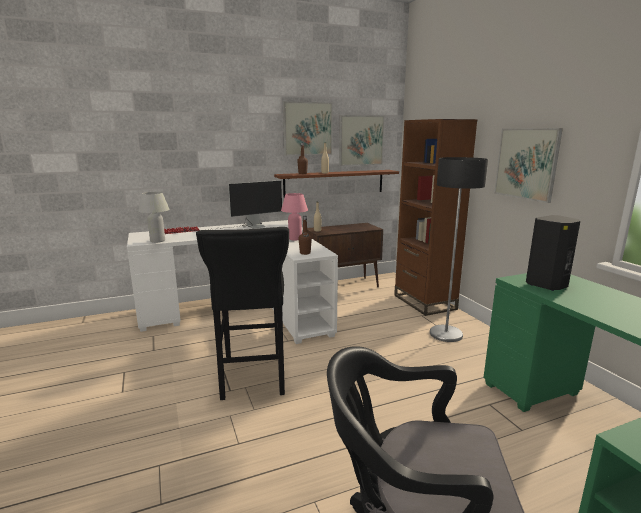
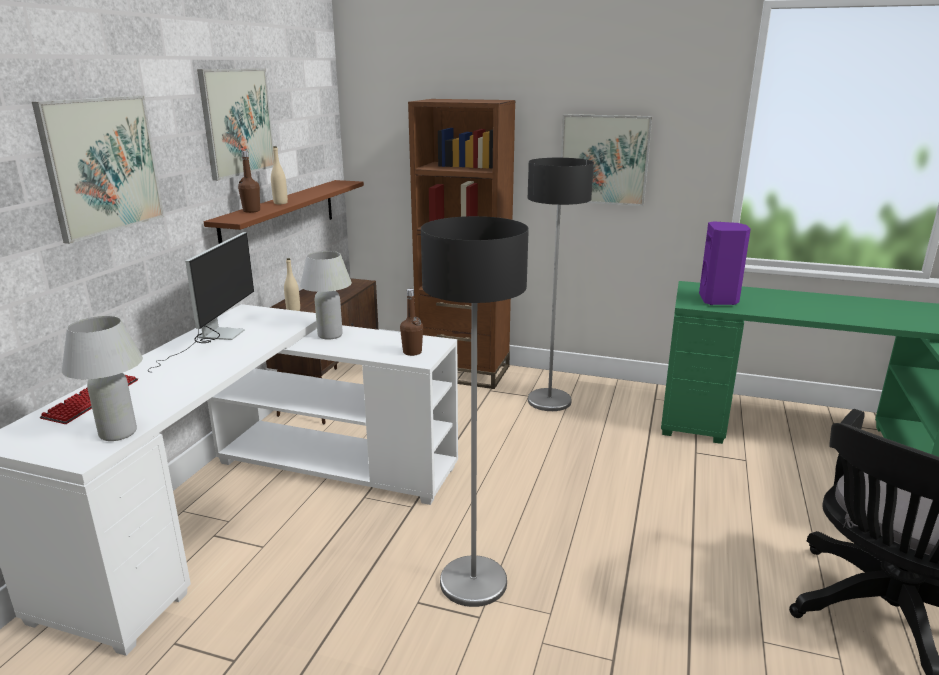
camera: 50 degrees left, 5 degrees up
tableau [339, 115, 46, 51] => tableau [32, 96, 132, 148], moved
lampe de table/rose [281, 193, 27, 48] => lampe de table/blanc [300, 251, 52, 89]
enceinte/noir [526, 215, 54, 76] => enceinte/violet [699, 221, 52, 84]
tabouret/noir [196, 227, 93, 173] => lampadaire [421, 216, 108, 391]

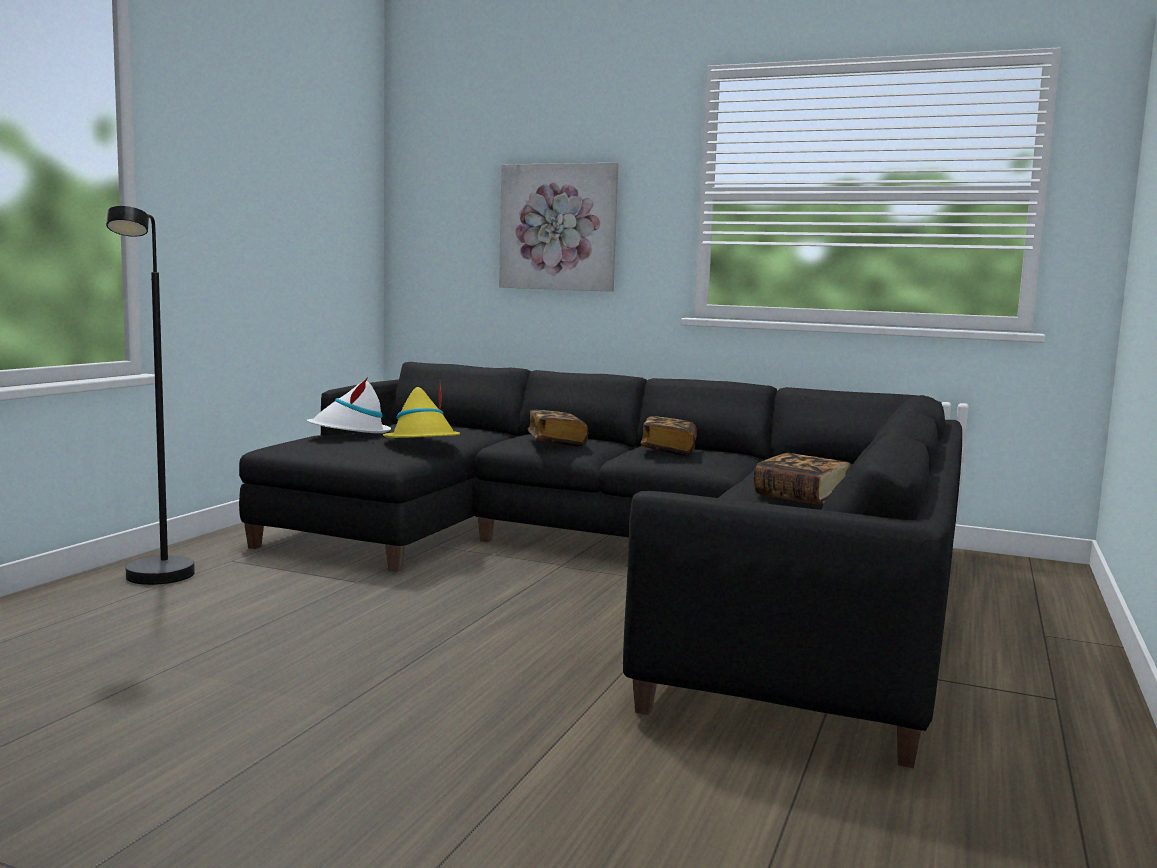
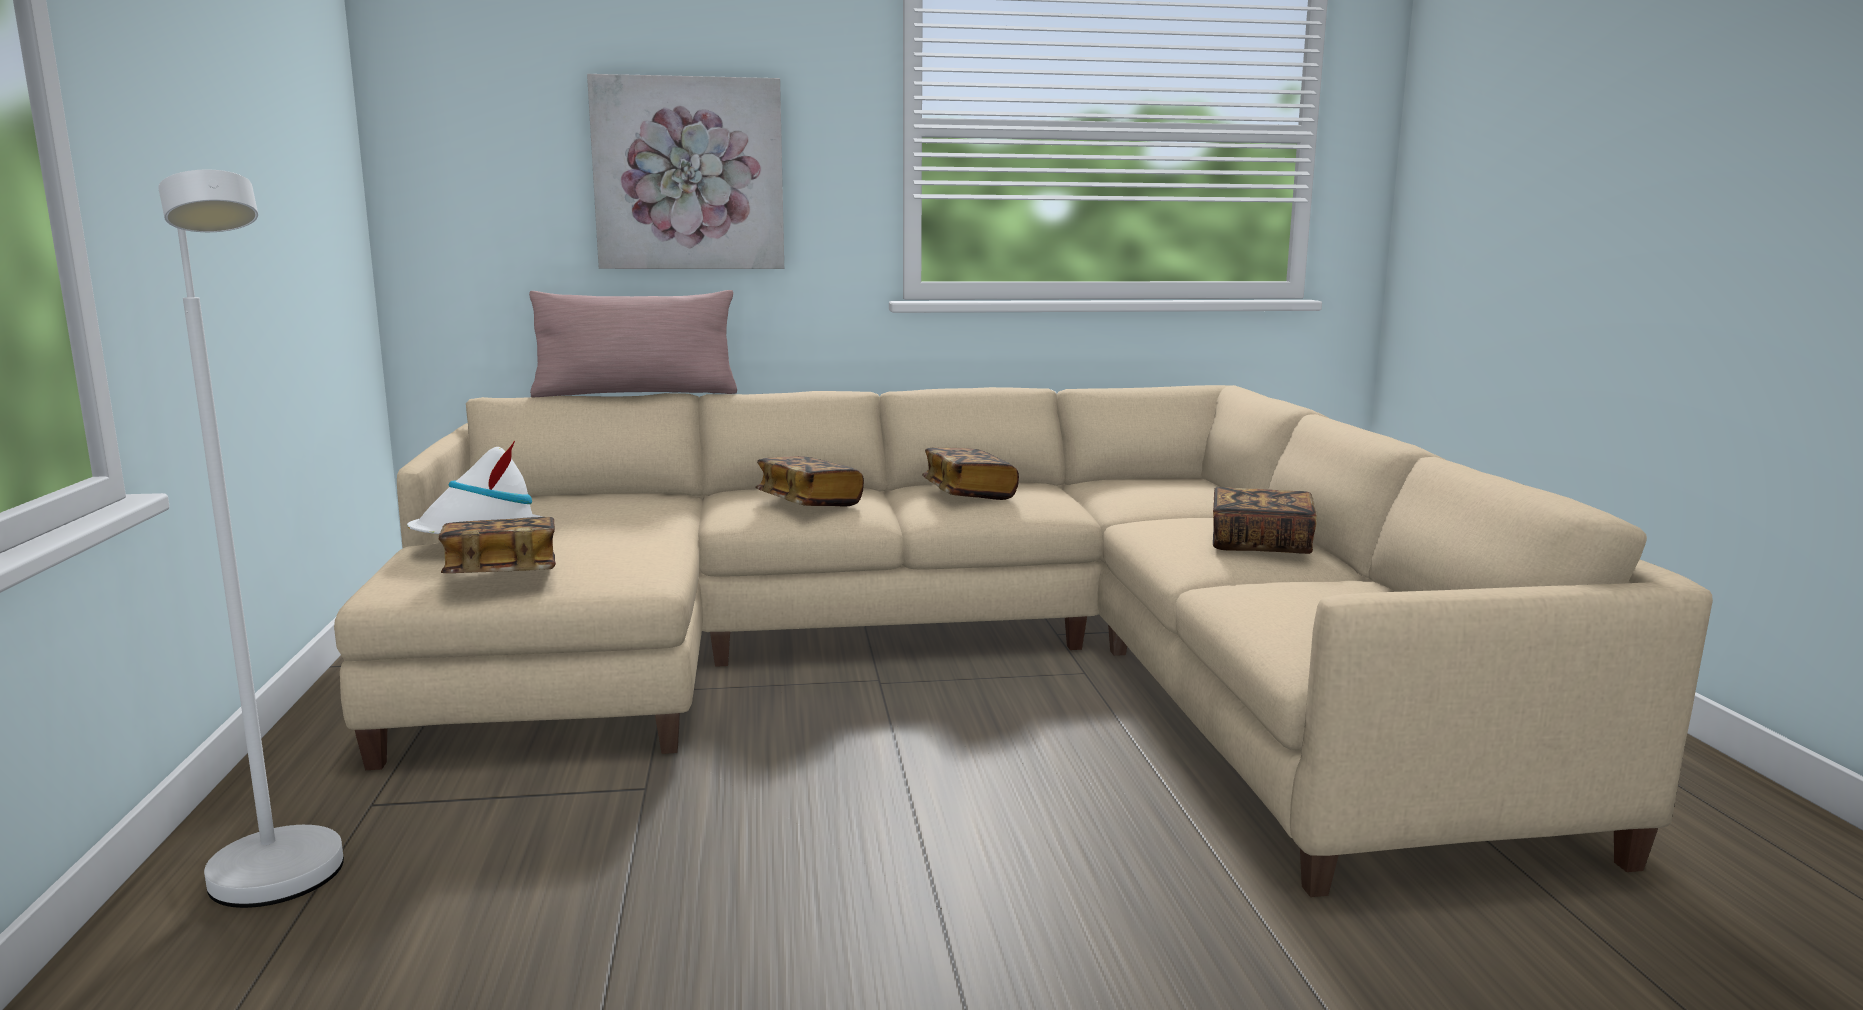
camera: 30 degrees left, 5 degrees up
lampadaire/noir [106, 206, 89, 379] => lampadaire/blanc [158, 170, 186, 738]
canapé/noir [239, 362, 723, 406] => canapé/beige [334, 385, 1379, 512]
chapeau/jaune [383, 383, 77, 55] => nothing
nothing => coussin/rose [529, 290, 208, 107]
nothing => livre [439, 517, 117, 56]

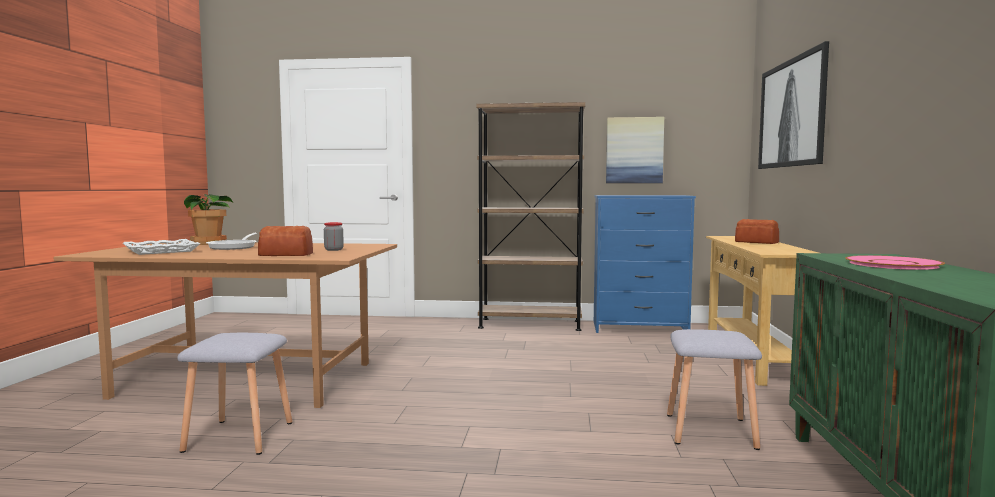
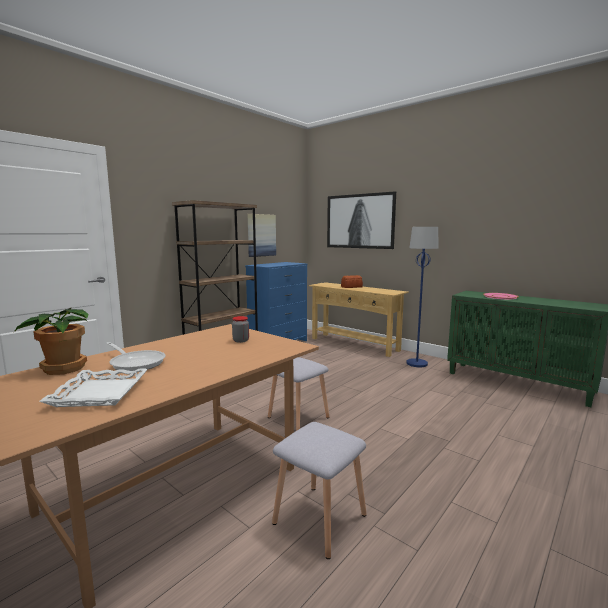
camera: 55 degrees left, 5 degrees up
pain [258, 226, 55, 30] => nothing
tabouret/gris [667, 329, 95, 121] => tabouret/gris [268, 357, 61, 74], moved
nothing => lampadaire/bleu [406, 227, 33, 140]

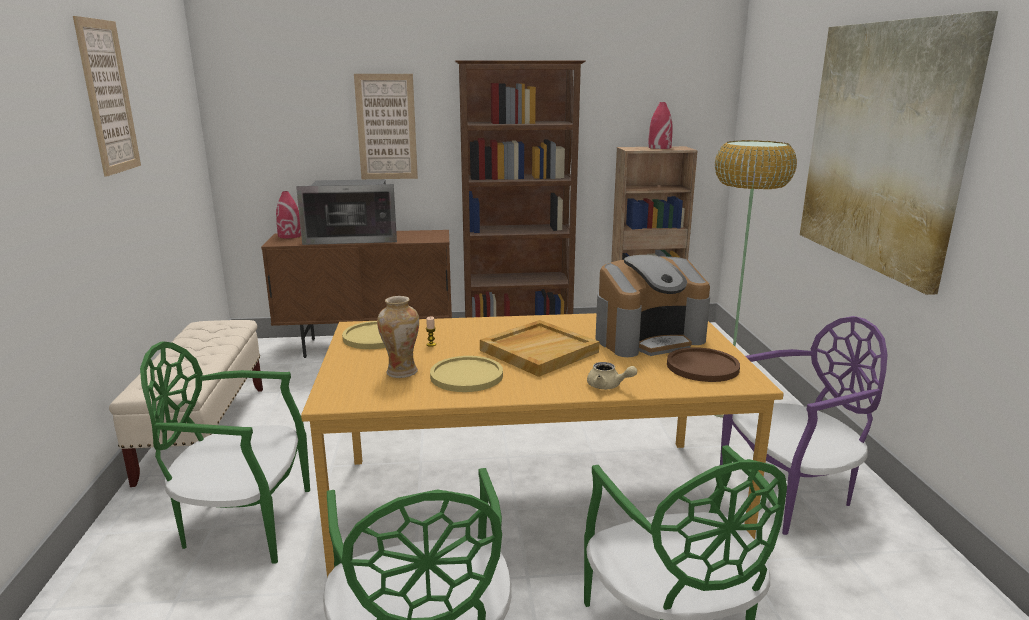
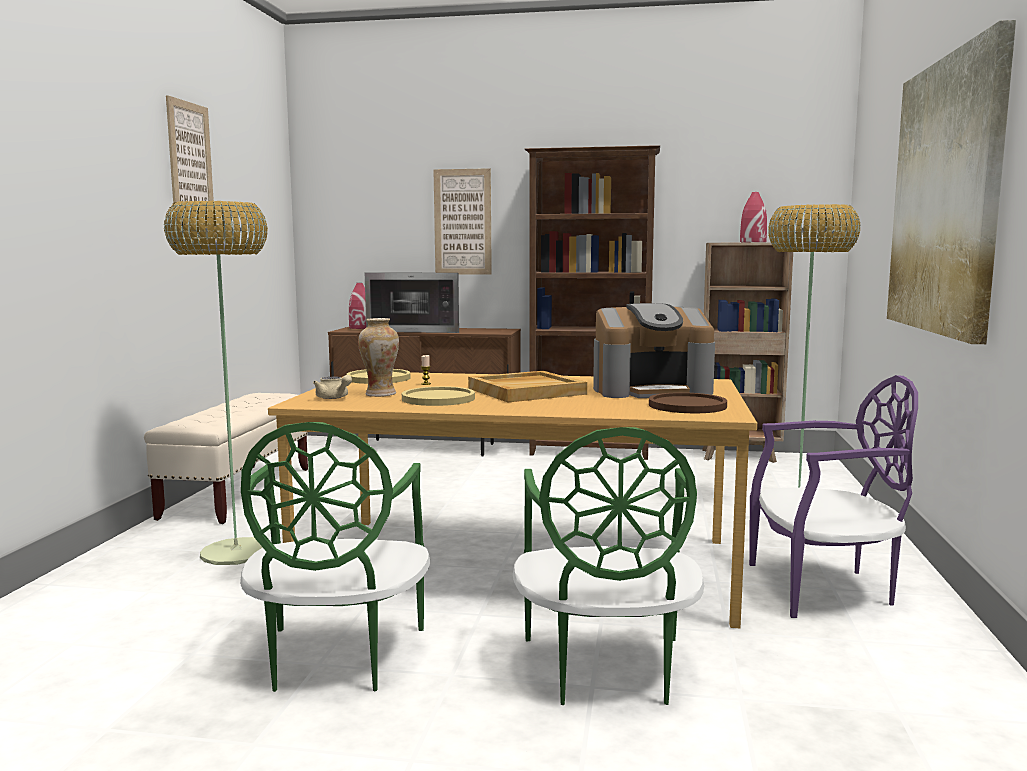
camera: 15 degrees right, 10 degrees down
chaise/vert [140, 342, 170, 222] => lampadaire [164, 200, 104, 365]
théière/beige [587, 362, 50, 27] => théière/beige [313, 375, 39, 24], moved

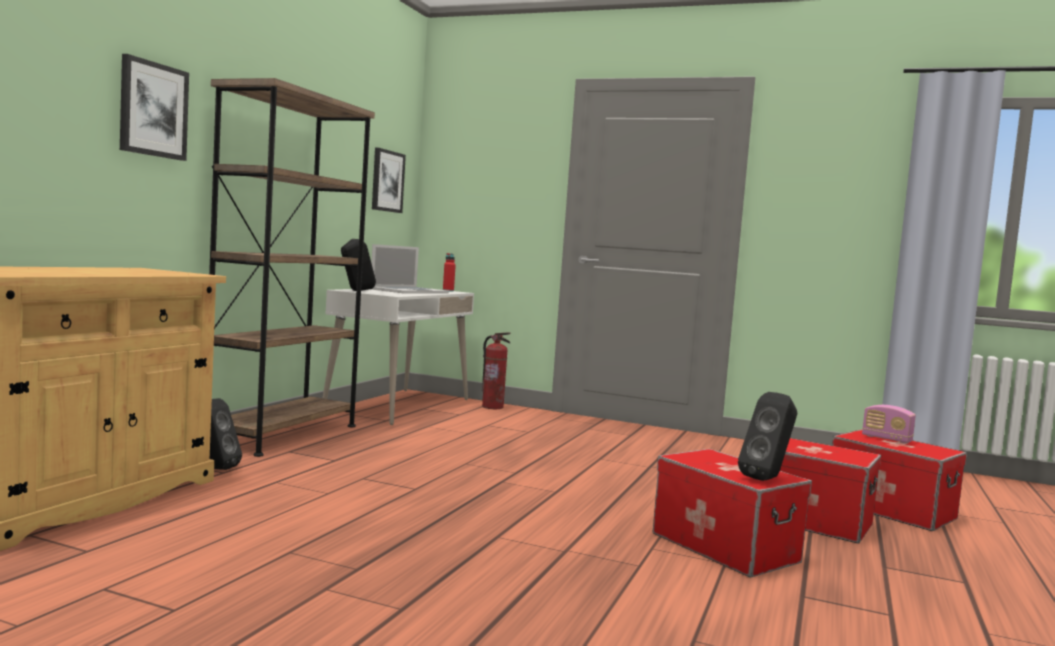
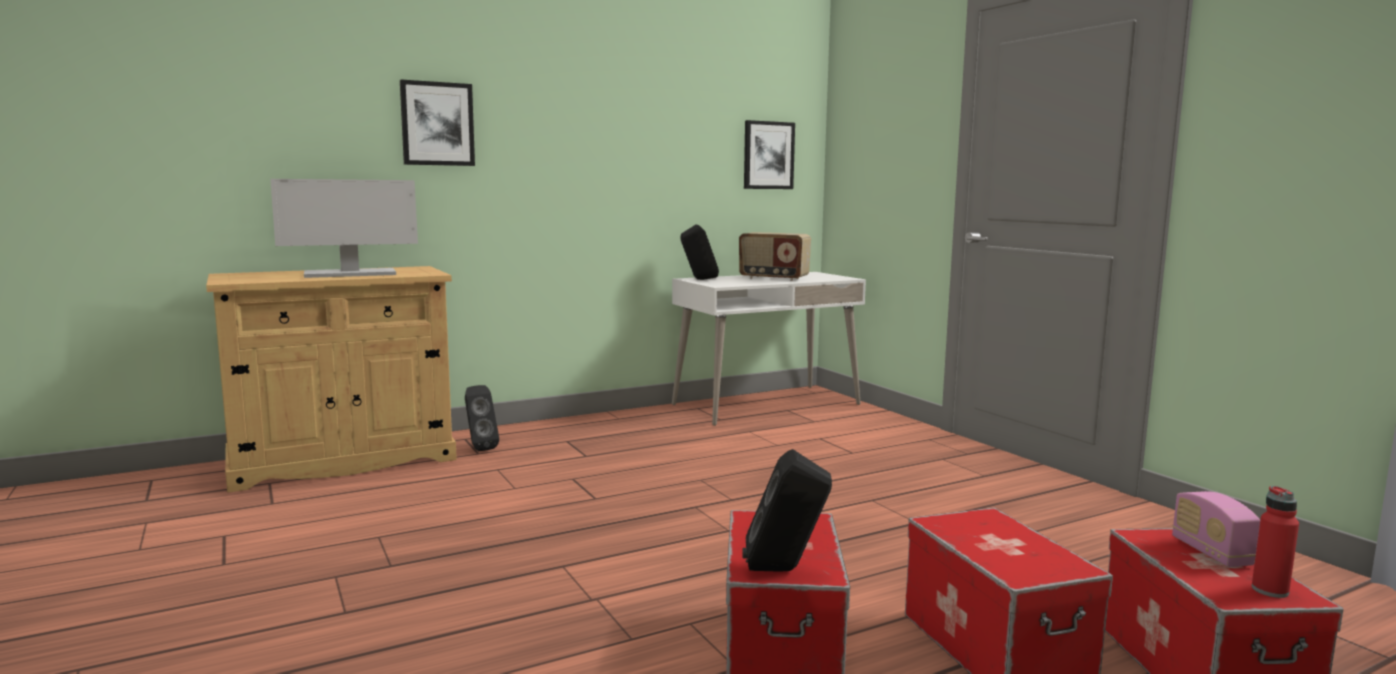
camera: 40 degrees right, 5 degrees up
bibliothèque/marron [209, 78, 166, 379] => nothing
ordinateur portable [371, 244, 78, 50] => radio [739, 232, 72, 49]
bouteille/rouge [443, 253, 13, 39] => bouteille/rouge [1252, 486, 47, 112], moved
extincteur [482, 332, 29, 77] => nothing
nothing => écran d'ordinateur [270, 179, 148, 99]

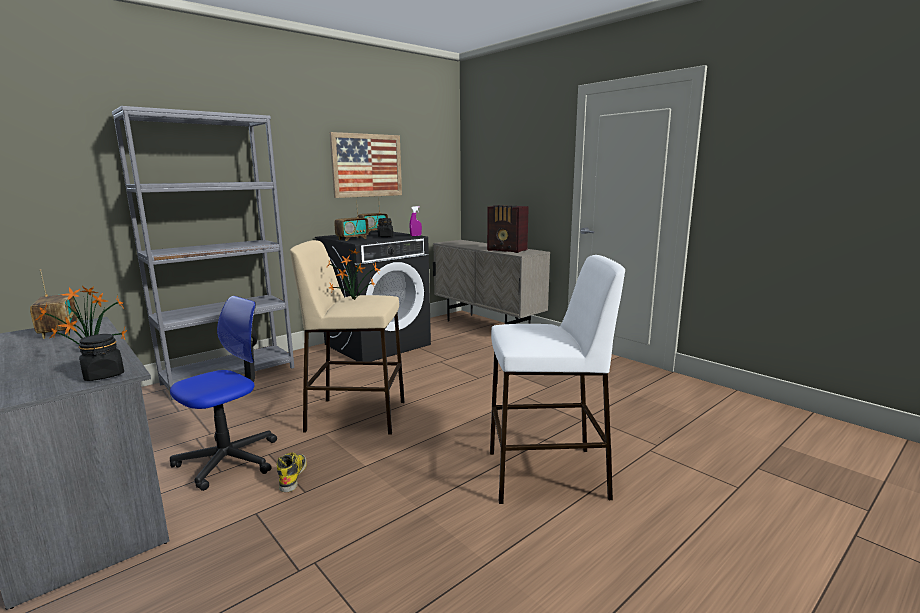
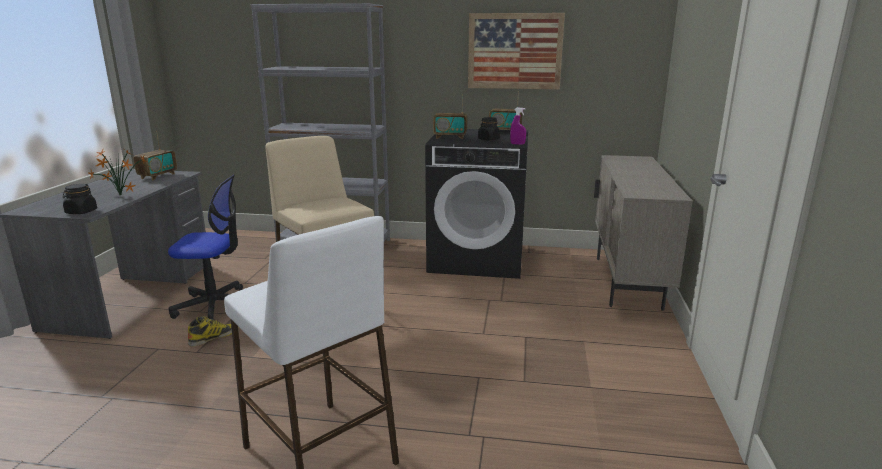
camera: 50 degrees right, 5 degrees up
radio [487, 205, 42, 48] => nothing
plante en pot [327, 249, 54, 51] => nothing

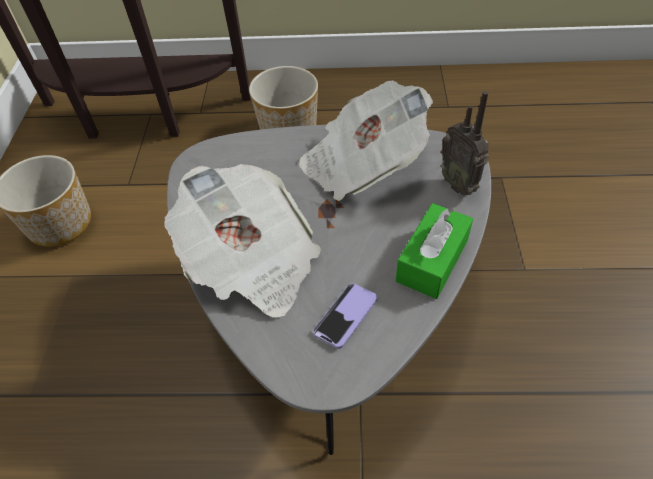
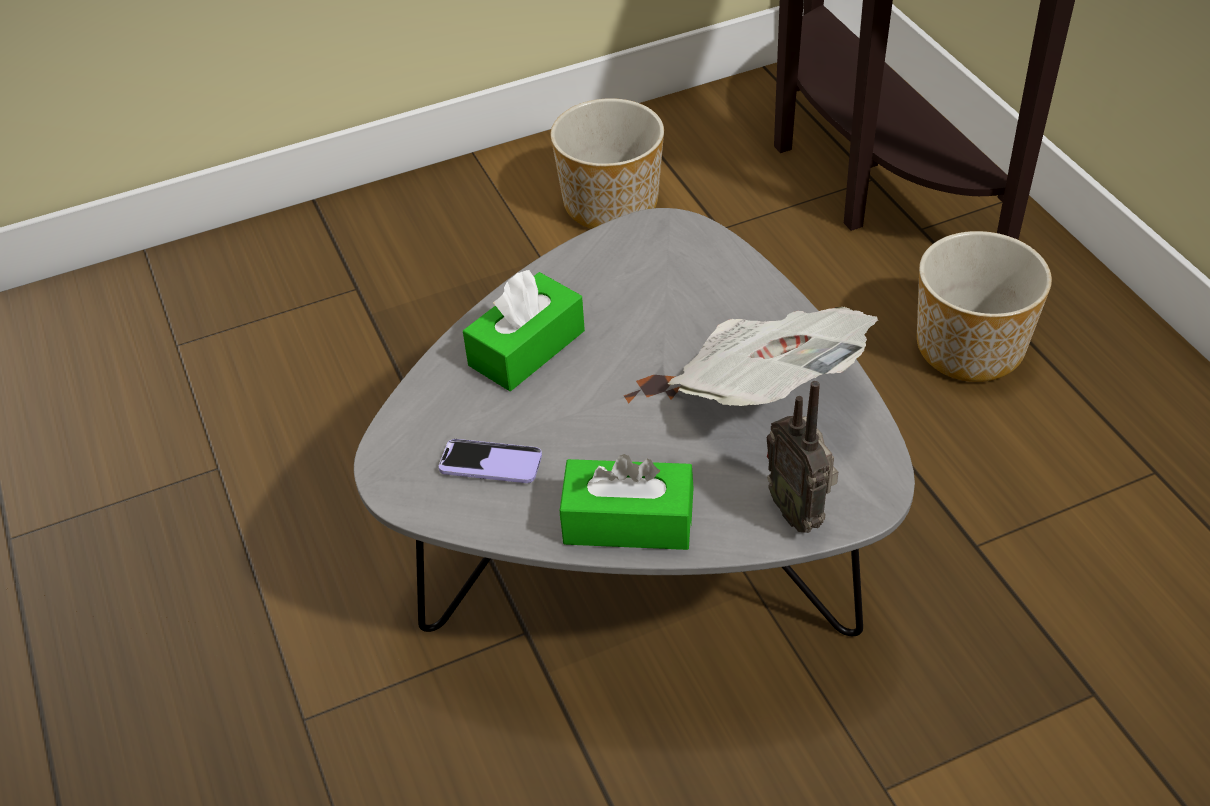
camera: 65 degrees right, 5 degrees down
radio [441, 91, 48, 104] => radio [767, 381, 71, 152], 60 degrees counterclockwise
journal [164, 164, 157, 154] => boîte à mouchoirs/vert [463, 270, 122, 121]

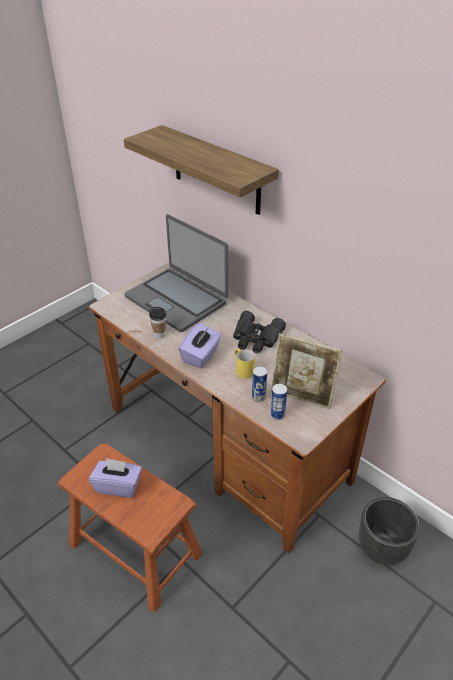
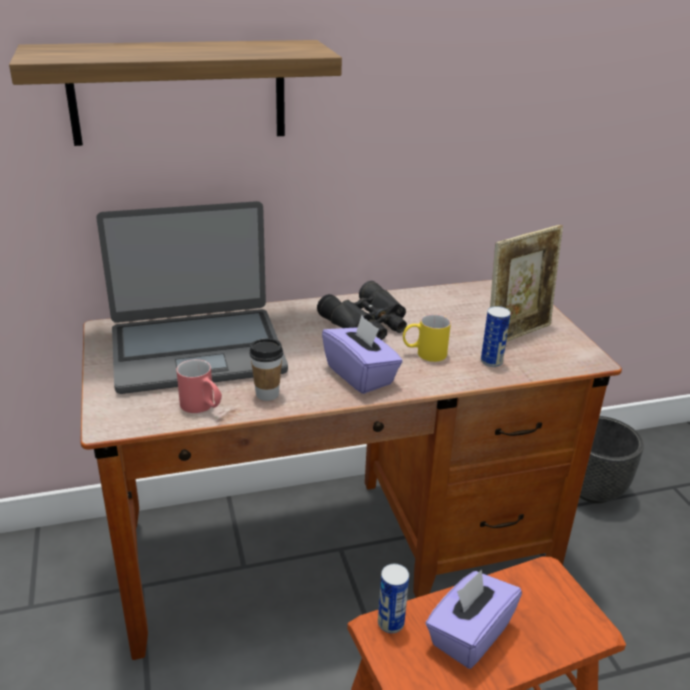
camera: 60 degrees left, 10 degrees down
boîte métallique [270, 384, 17, 36] => boîte métallique [378, 564, 31, 69], moved
nothing => mug/rouge [176, 359, 46, 54]

